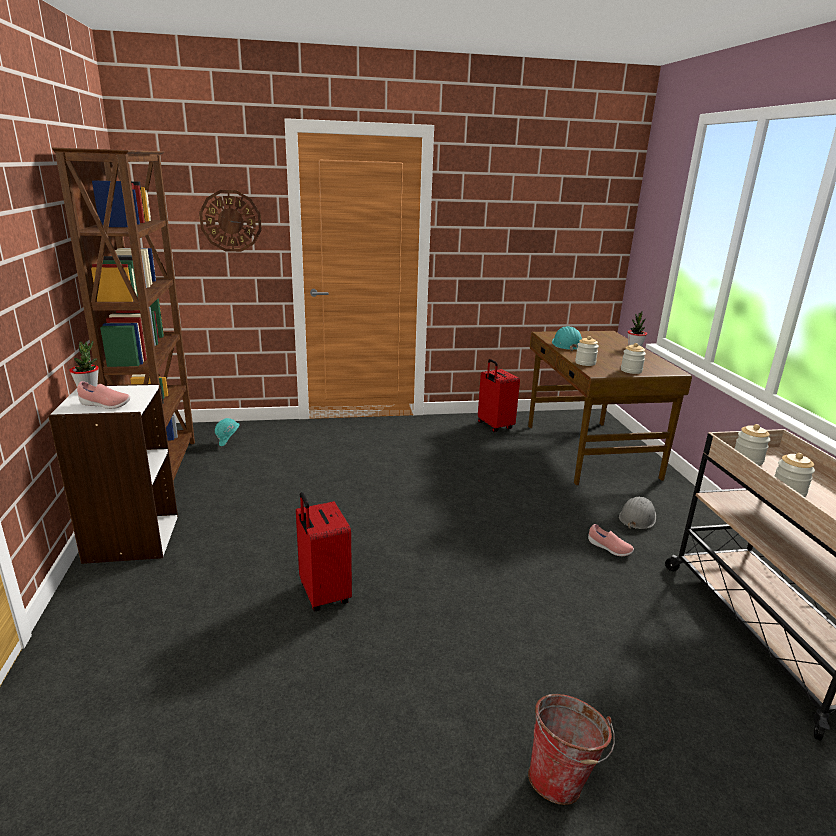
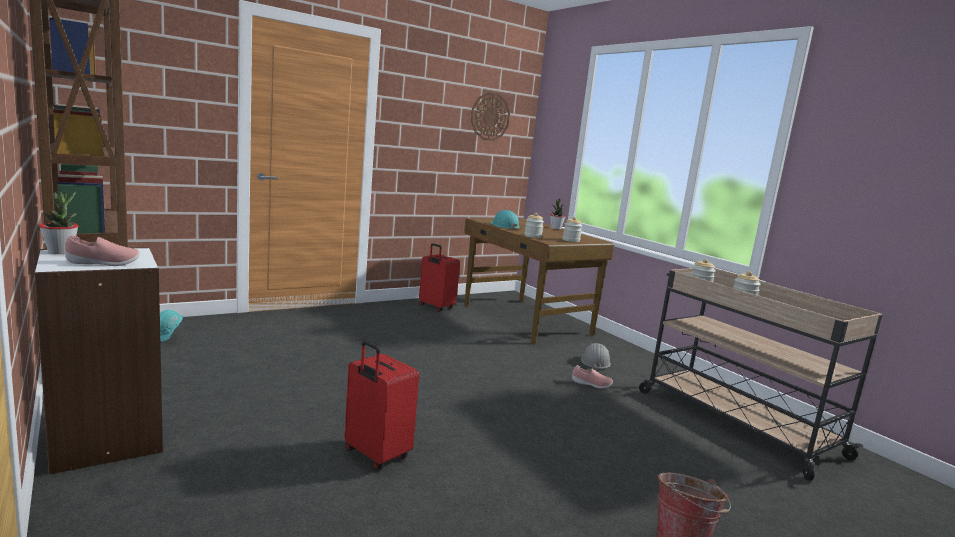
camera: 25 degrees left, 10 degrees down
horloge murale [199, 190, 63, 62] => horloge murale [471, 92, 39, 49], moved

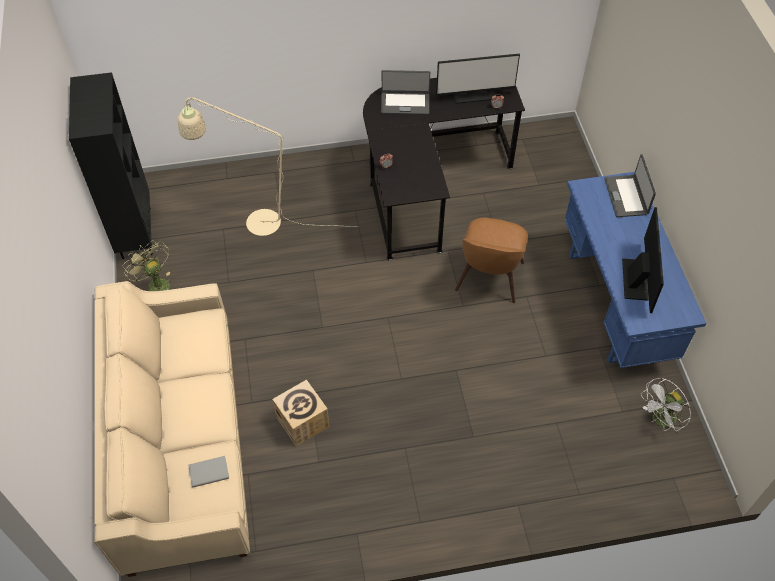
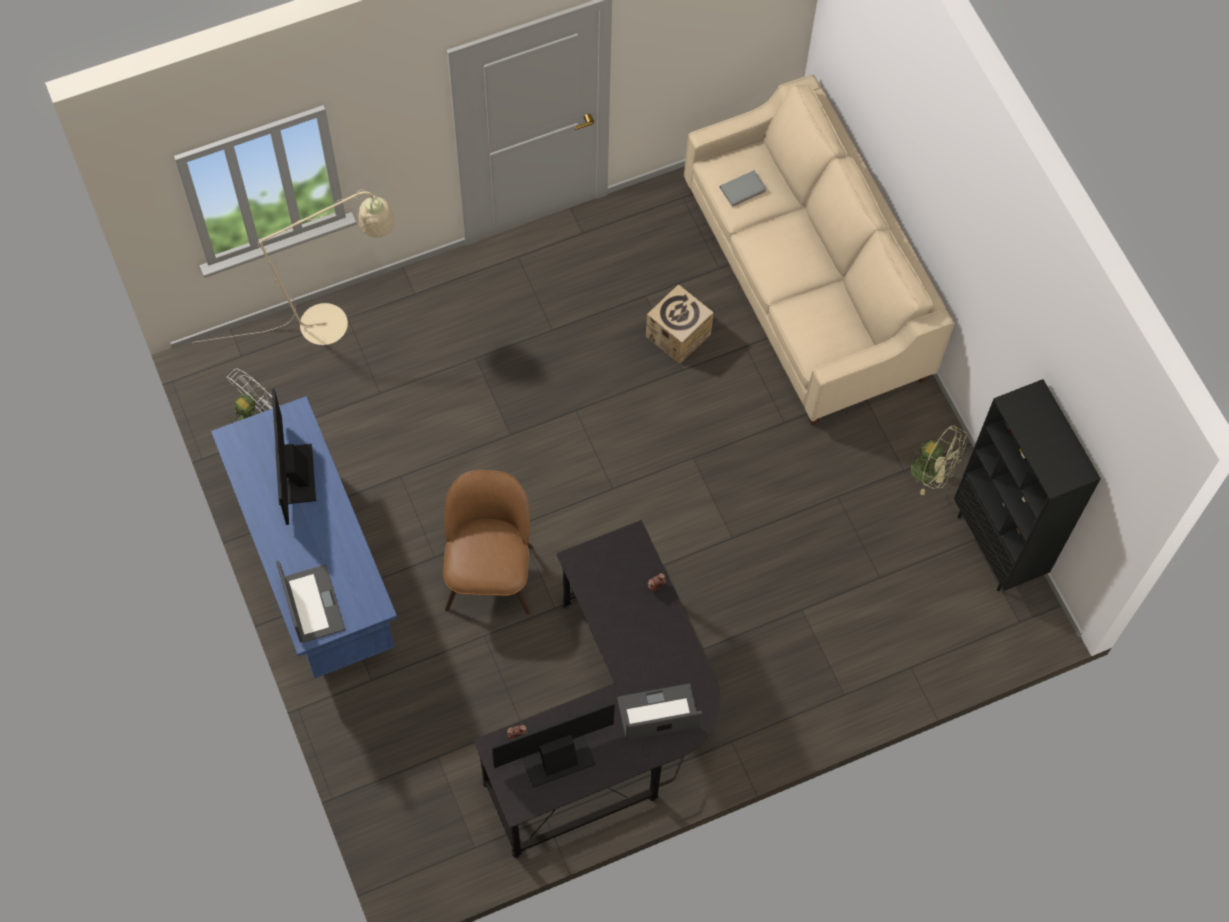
camera: 165 degrees right, 10 degrees up
lampadaire/beige [178, 97, 180, 139] => lampadaire/beige [192, 189, 203, 156], moved

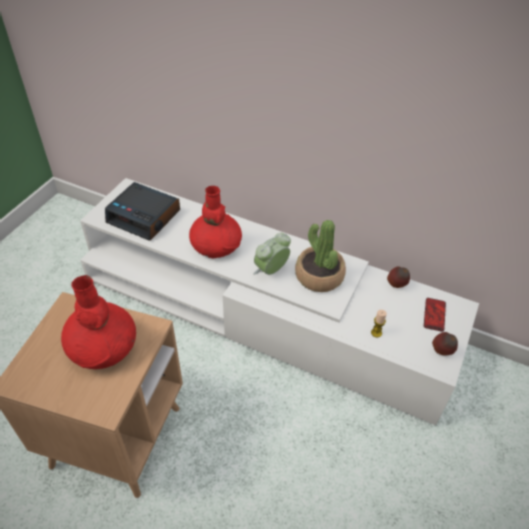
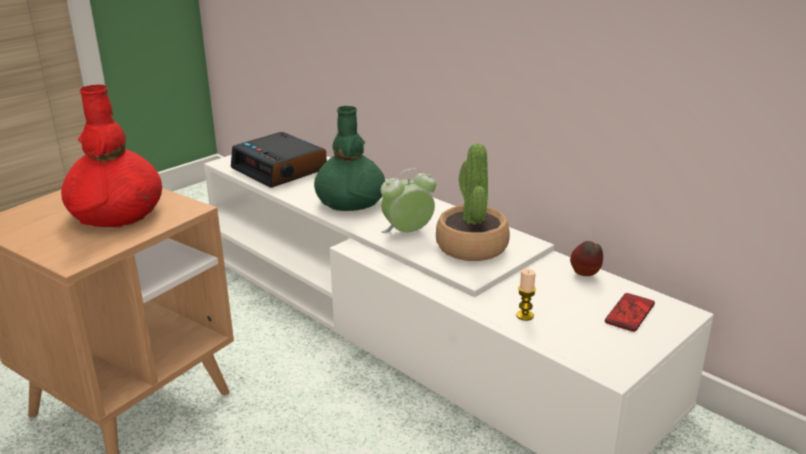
camera: 20 degrees right, 20 degrees down
vase/rouge [189, 186, 53, 73] => vase/vert [314, 106, 71, 105]
pomme [432, 332, 26, 24] => nothing

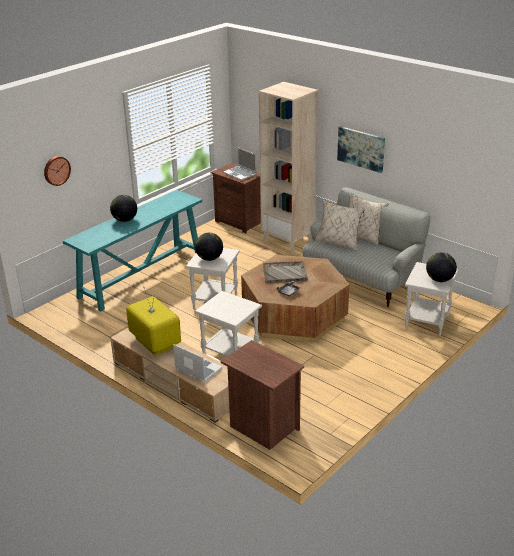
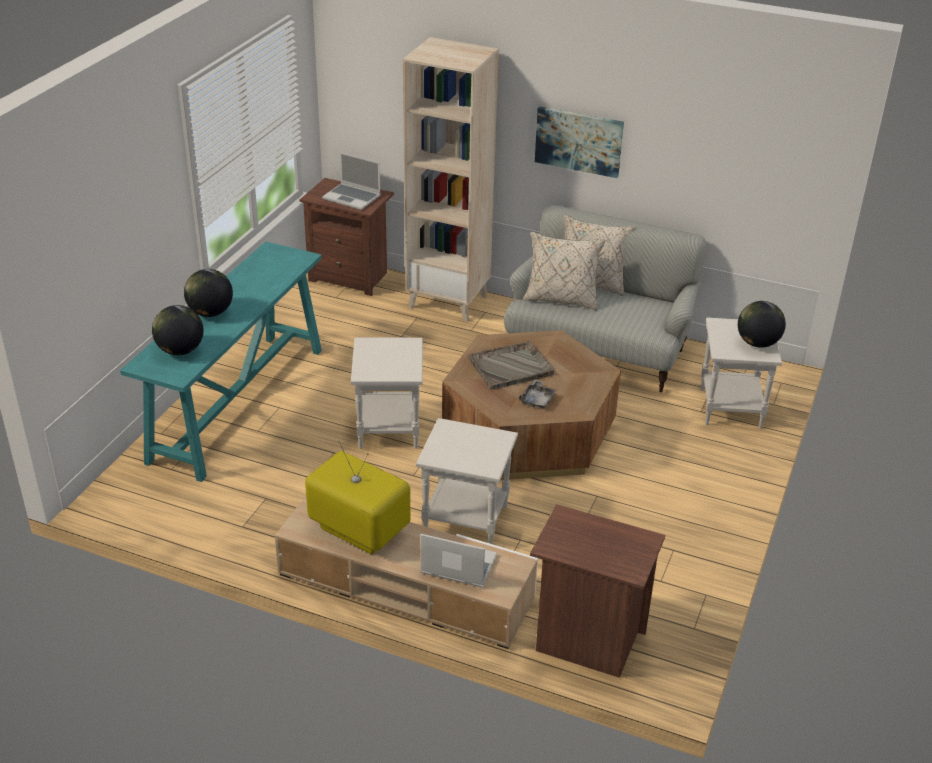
camera: 20 degrees left, 5 degrees up
horloge murale [44, 156, 27, 30] => nothing
globe [195, 233, 28, 28] => globe [152, 305, 51, 50], moved

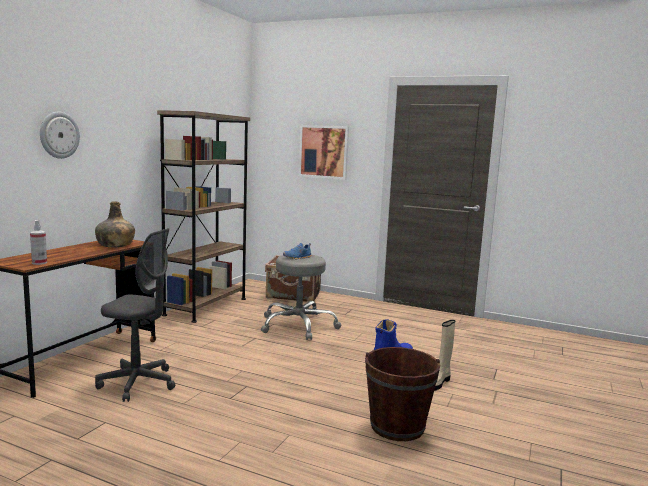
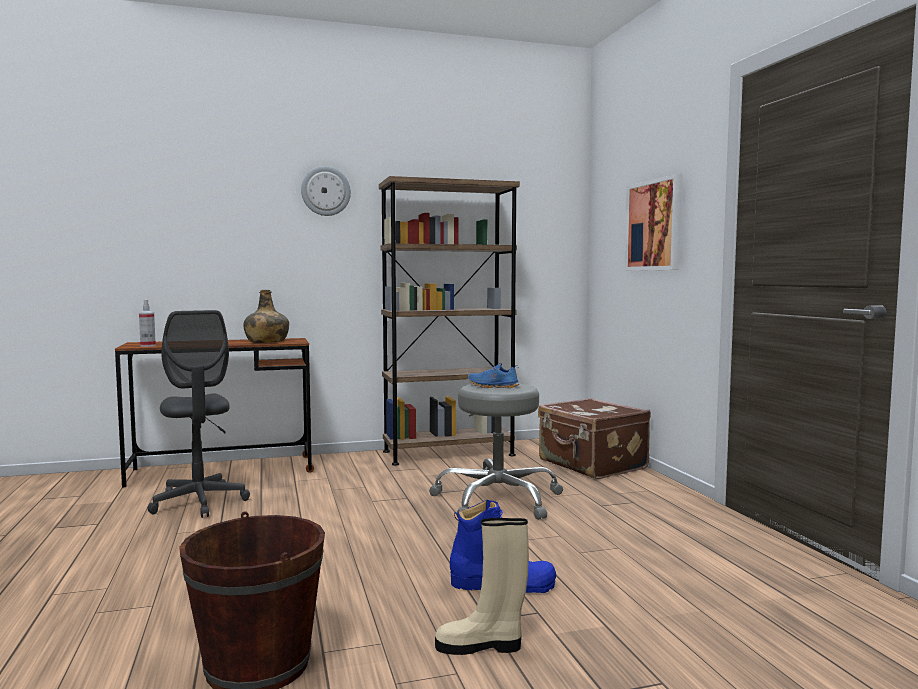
camera: 50 degrees right, 5 degrees down
horloge murale [40, 112, 40, 47] => horloge murale [301, 166, 50, 50], moved

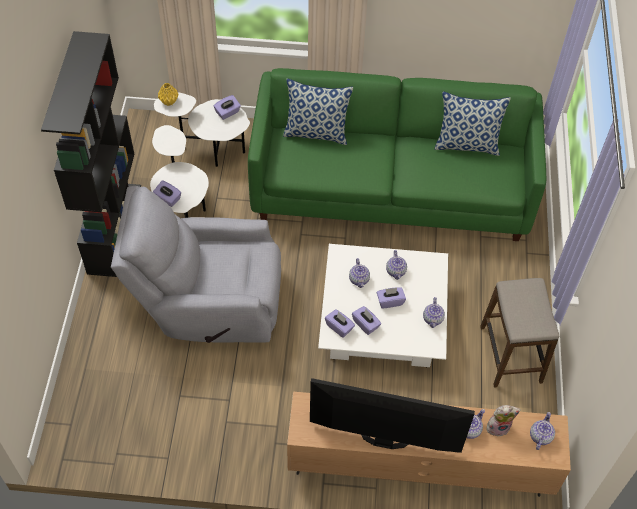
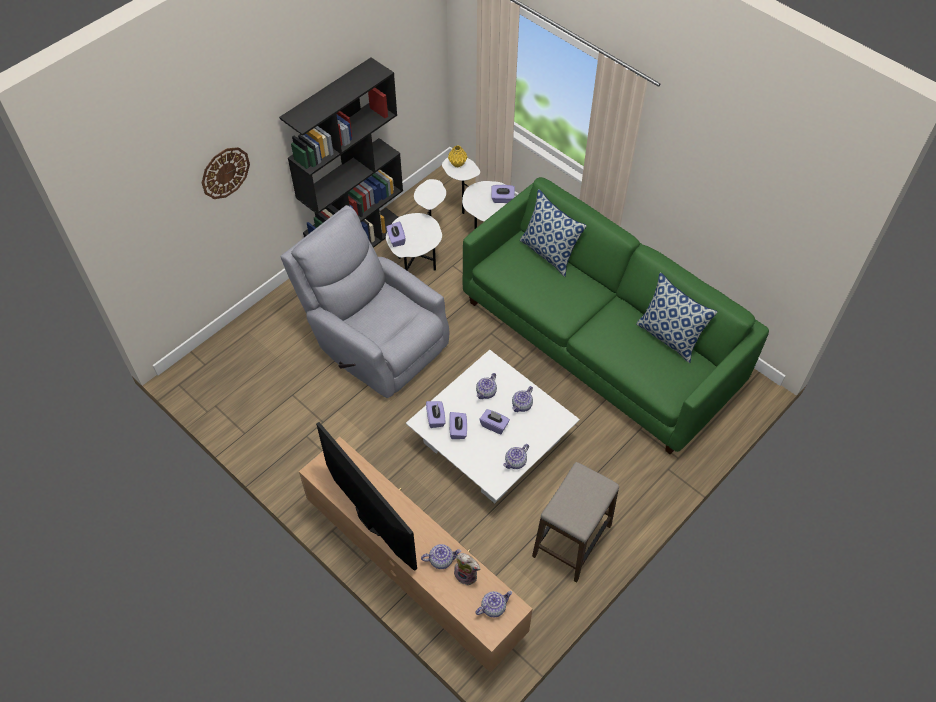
camera: 40 degrees right, 0 degrees up
nothing => horloge murale [202, 147, 48, 52]

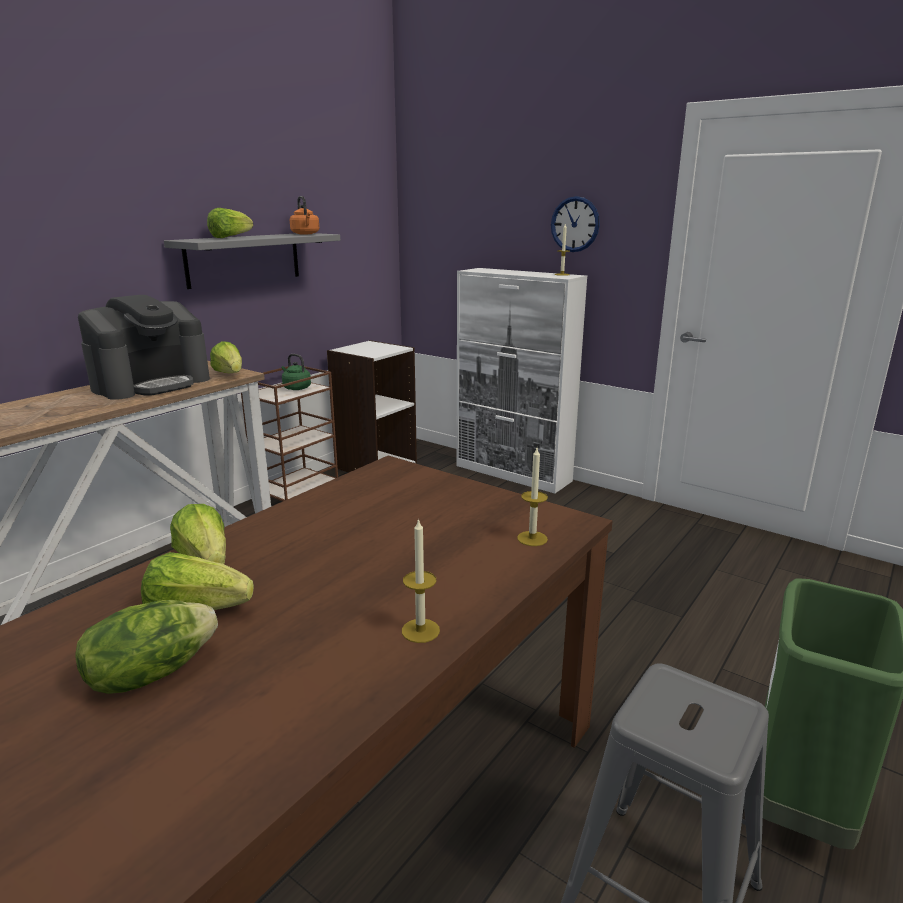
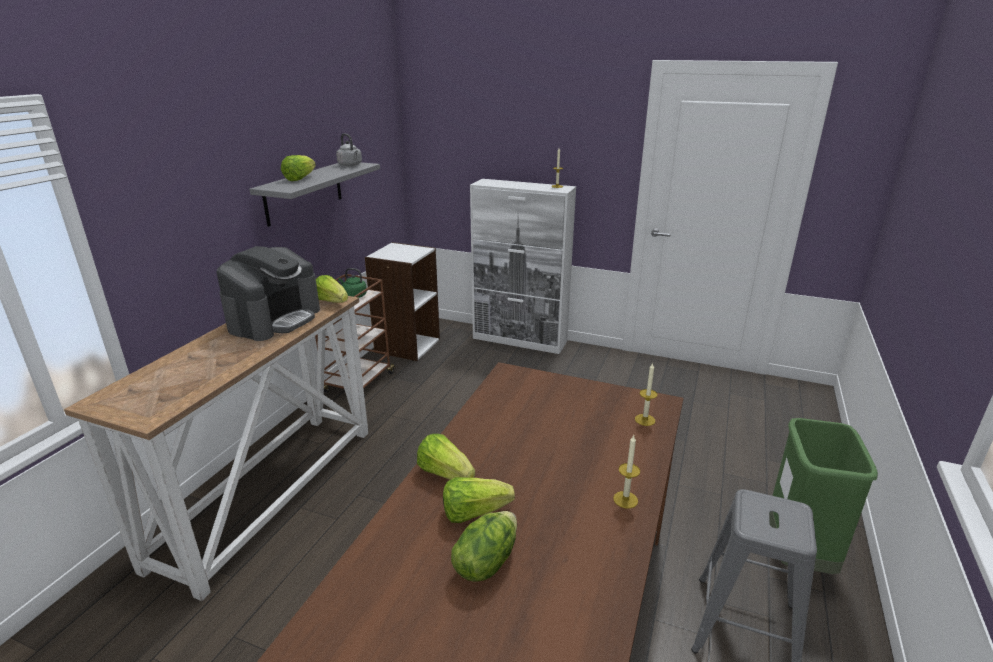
camera: 15 degrees left, 5 degrees up
bouilloire/orange [290, 196, 29, 38] => bouilloire/gris [336, 133, 26, 33]
horloge murale [551, 196, 49, 56] => nothing

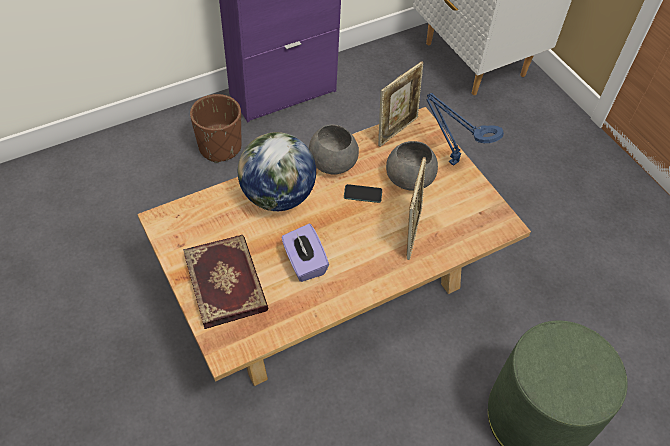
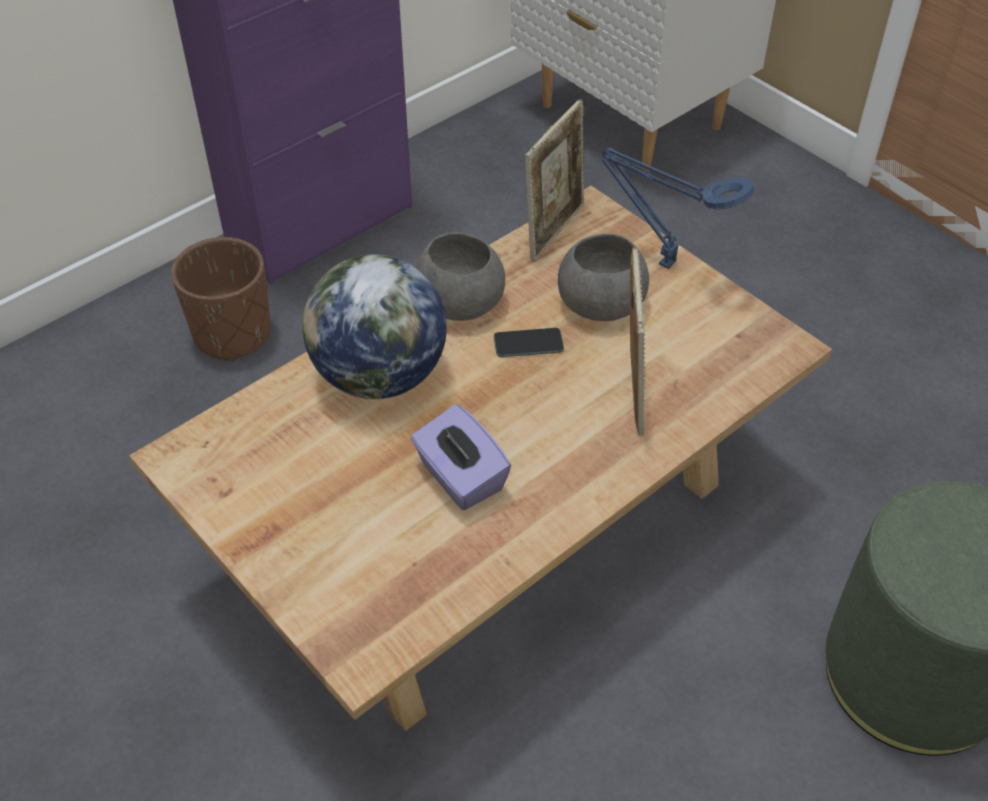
camera: 10 degrees left, 5 degrees down
livre [183, 235, 86, 94] => nothing

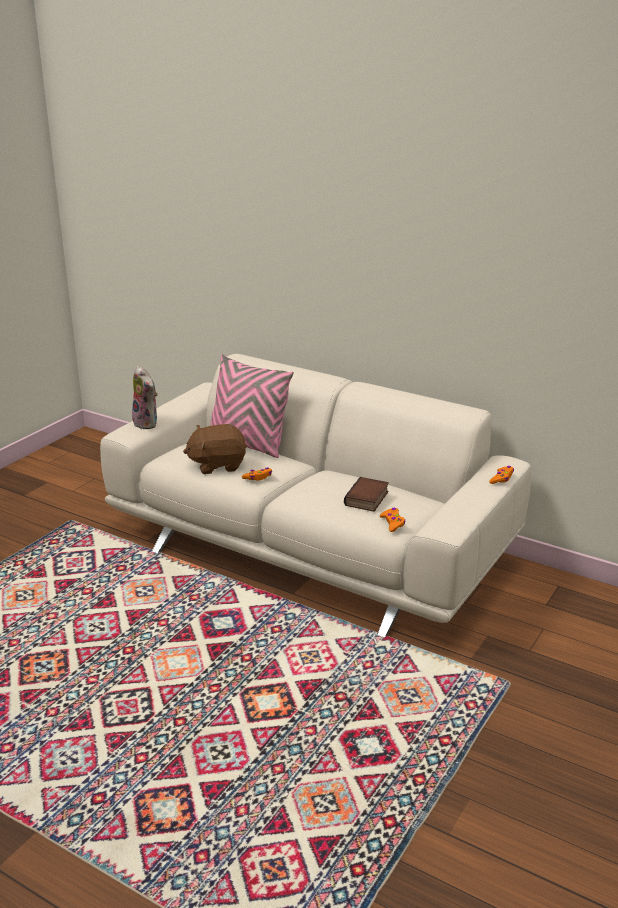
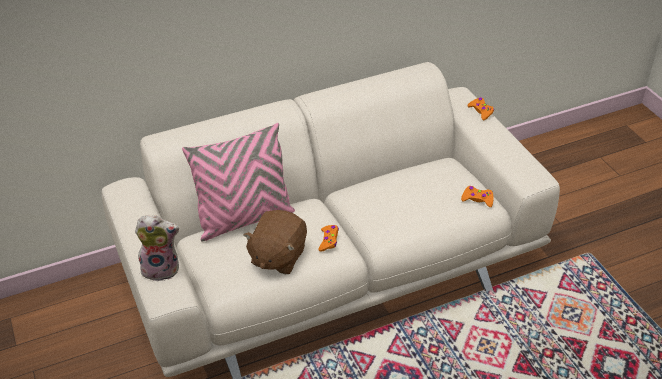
camera: 55 degrees left, 15 degrees up
livre [344, 477, 45, 35] => nothing

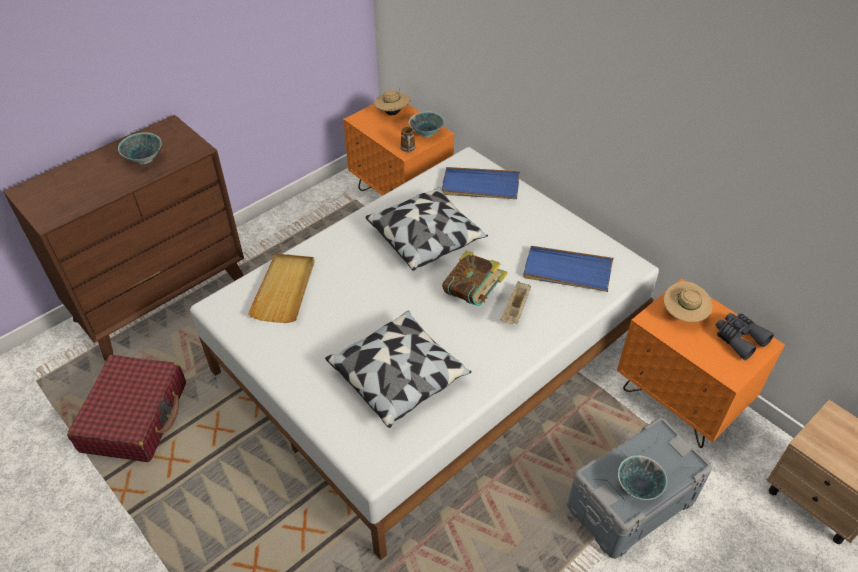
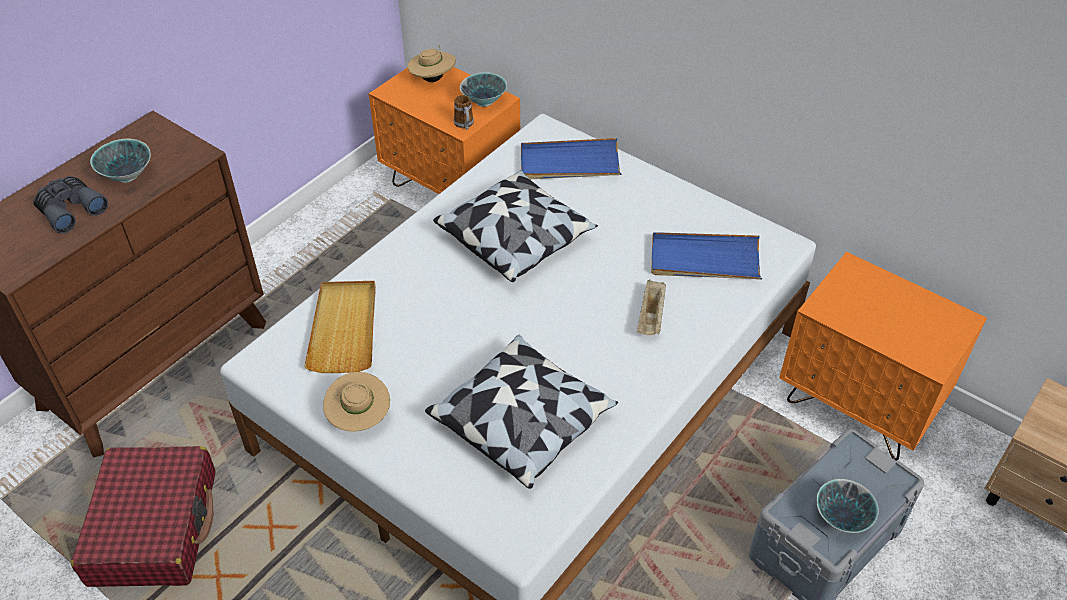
camera: 10 degrees left, 0 degrees up
livre [442, 251, 66, 55] => nothing
chapeau/beige [663, 281, 49, 41] => chapeau/beige [323, 372, 67, 59], moved
jumelles/gris [715, 313, 59, 47] => jumelles/gris [33, 176, 75, 57], moved

